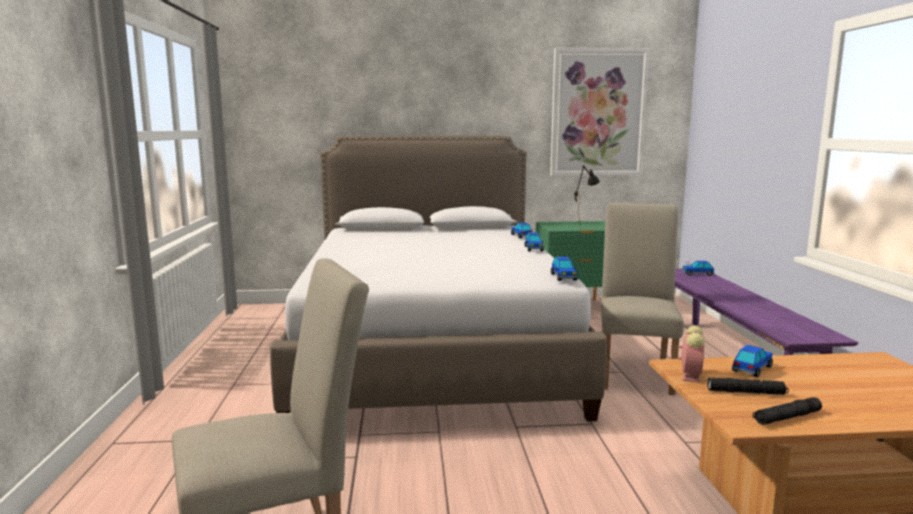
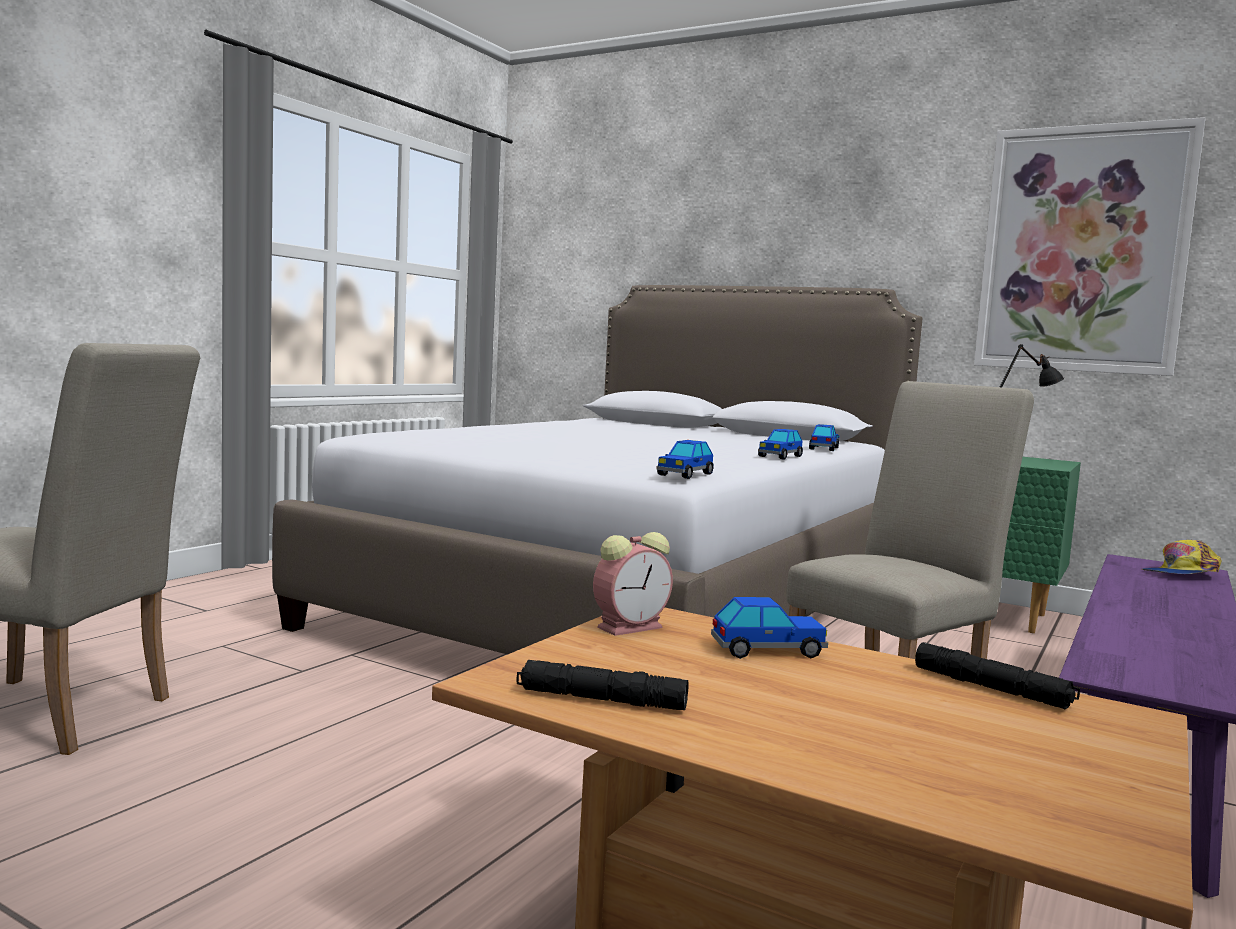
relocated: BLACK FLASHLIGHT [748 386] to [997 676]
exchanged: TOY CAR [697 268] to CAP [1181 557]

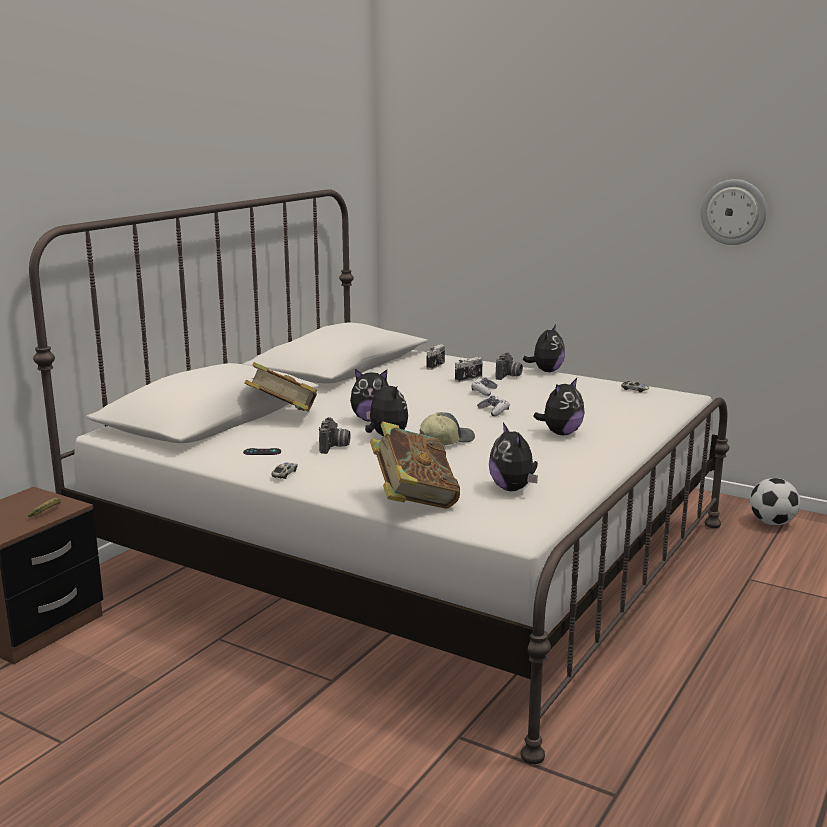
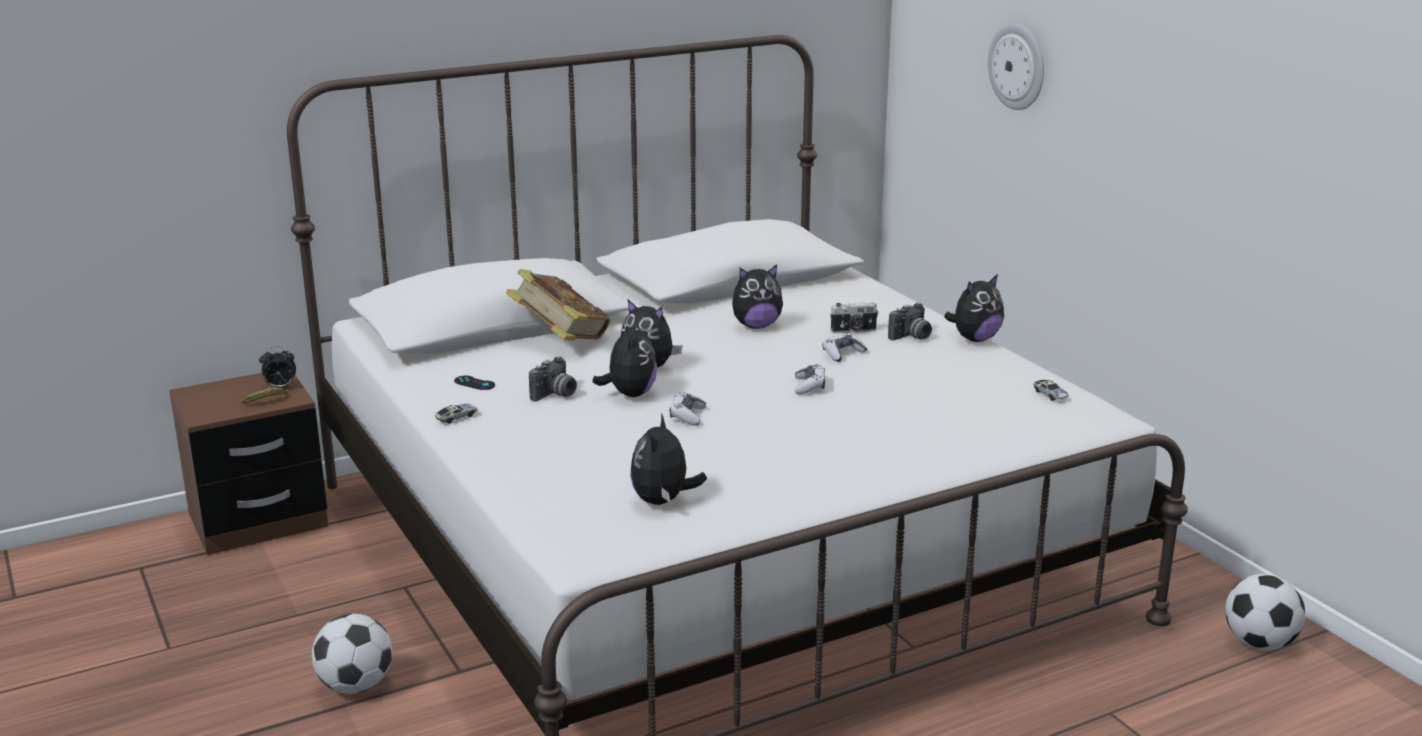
missing: BOOK [415 465]; PHOTO CAMERA [436 357]
appeared: ALARM CLOCK [277 367]; FOOTBALL [352 654]
relocated: PLUSH TOY [559 406] to [757 296]; WALL CLOCK [734 212] to [1016 67]
exchanged: CAP [447 429] to GAME CONTROLLER [687 409]

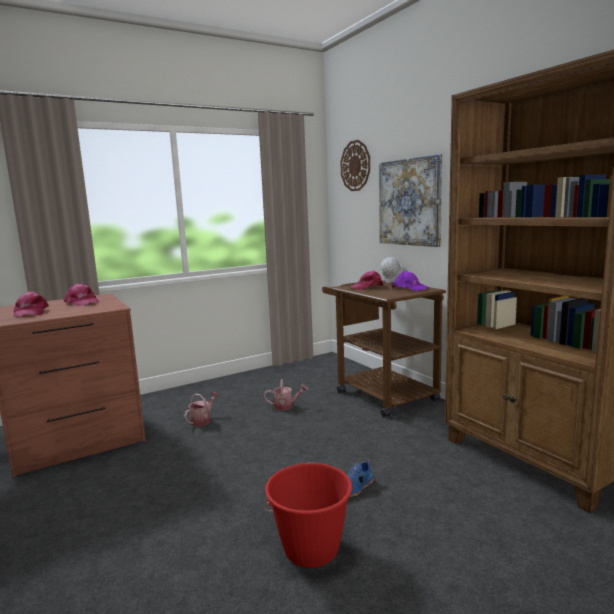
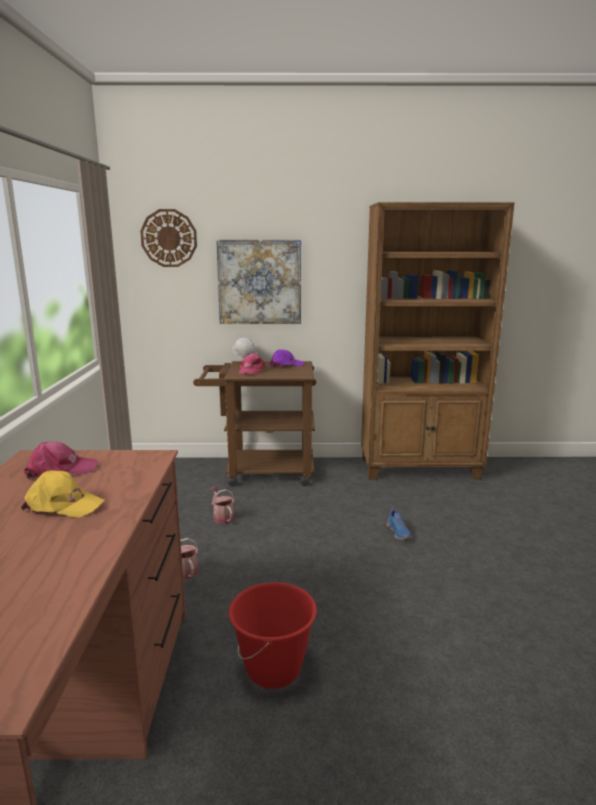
relocated: RED BUCKET [308 515] to [273 635]
colour: PINK CAP [31 304] to YELLOW CAP [62 494]
spun: WATERING CAN [286 395] = [222 505] 60 degrees counterclockwise

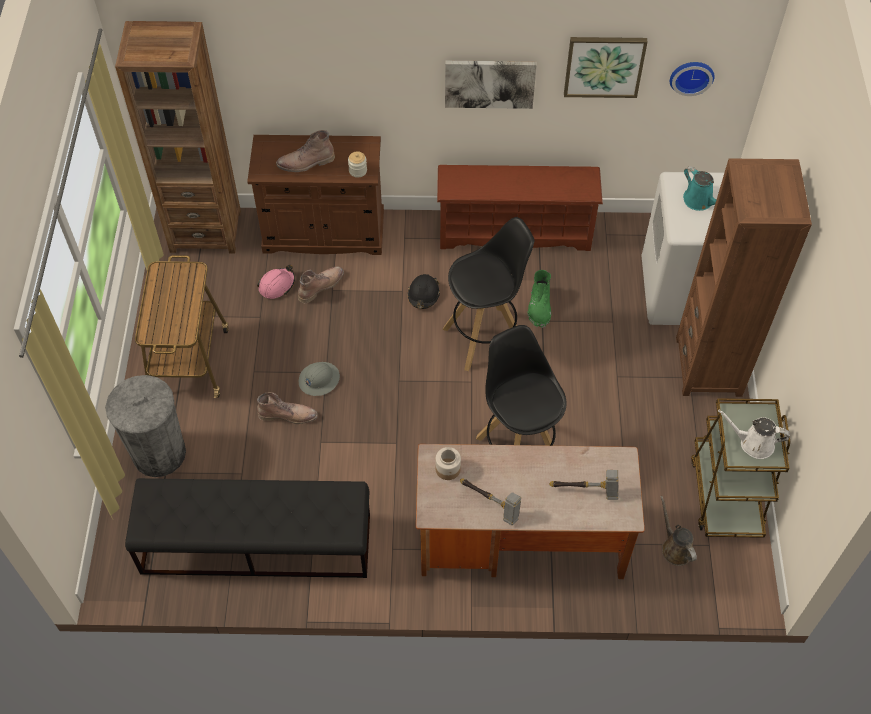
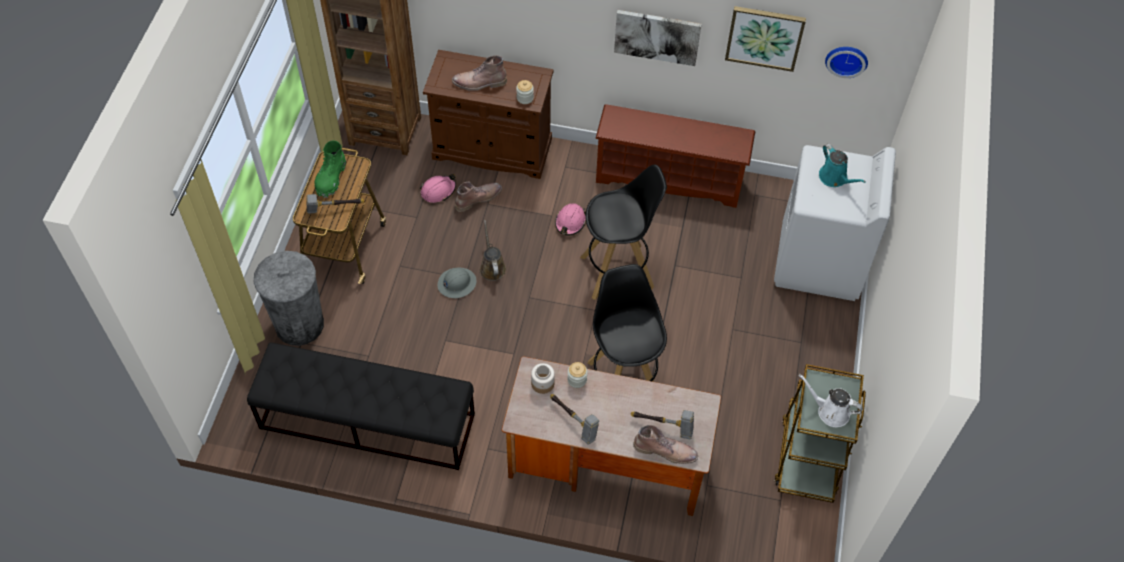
missing: BROWN BOOKCASE [744 277]
appeared: HAMMER [335 204]; JAR [577 375]
relocated: GREEN BOOT [539 299] to [330 169]; BROWN WATERING CAN [678 531] to [493 250]; BROWN BOOT [287 408] to [665 444]
colour: BLACK HARD HAT [424 291] to PINK HARD HAT [570 219]

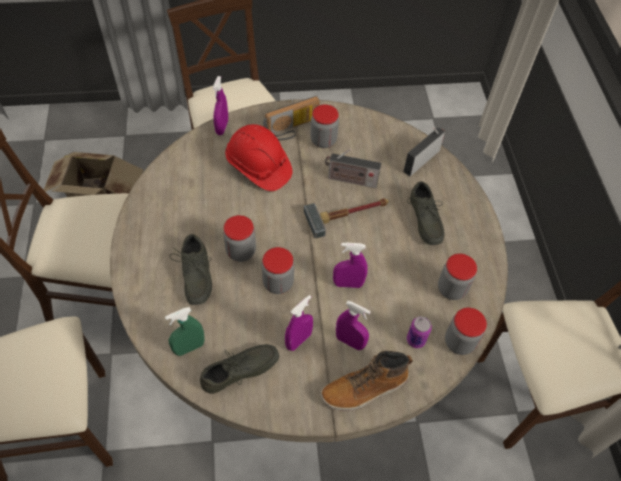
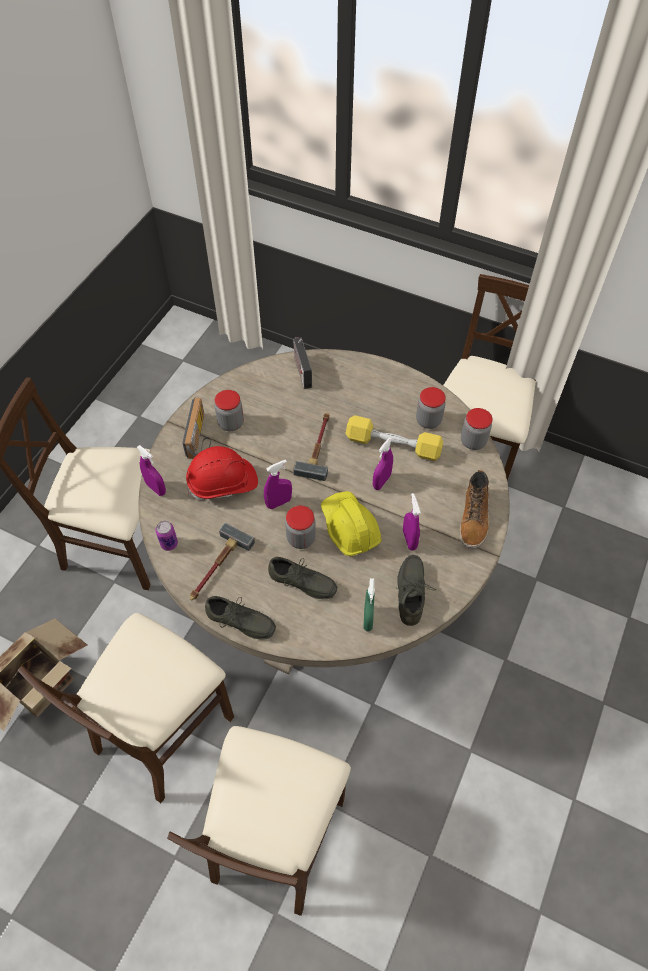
missing: RADIO [353 168]
appeared: HAMMER [222 561]; YELLOW DUMBBELL [394 438]
relocated: CAN [419 332] to [166 536]; GREY SHOE [425 213] to [240 617]; PURPLE SPRAY BOTTLE [353 325] to [278 484]
exchanged: JAR [278 270] to YELLOW HARD HAT [351 523]

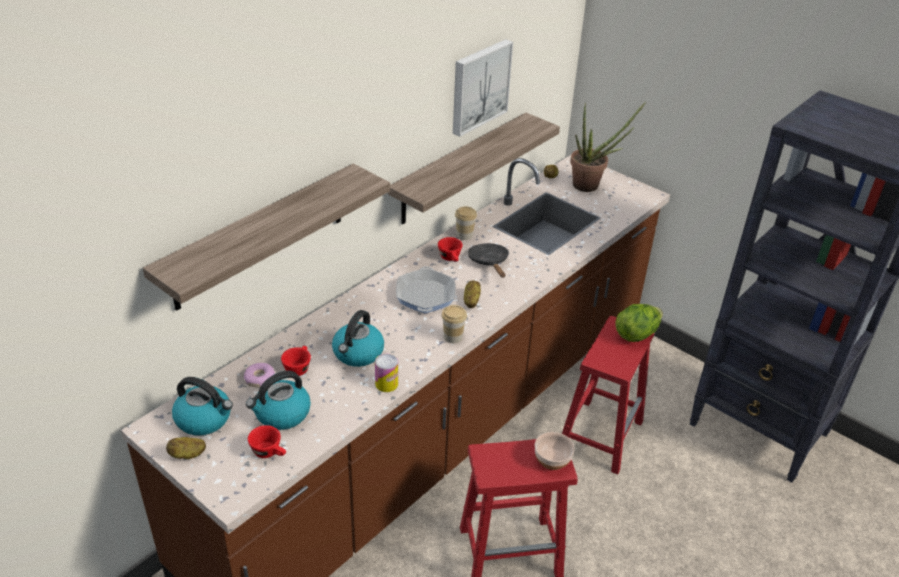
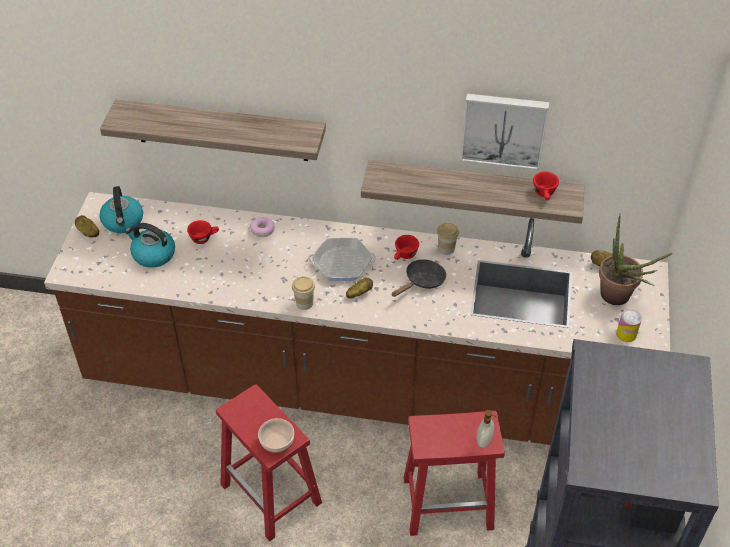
missing: KETTLE [358 338]
relocated: DONUT [259 375] to [262 227]; RED CUP [267 441] to [546 185]; CAN [386 373] to [629 325]
exchanged: LETTUCE [639 323] to SOAP DISPENSER [487 429]
spun: FRYING PAN [426 289] = [342 259] 150 degrees counterclockwise

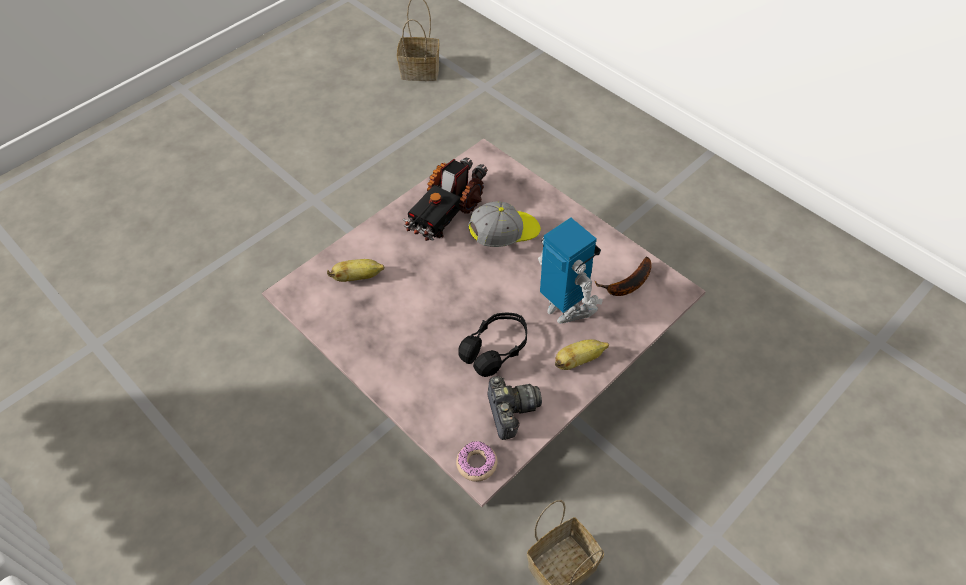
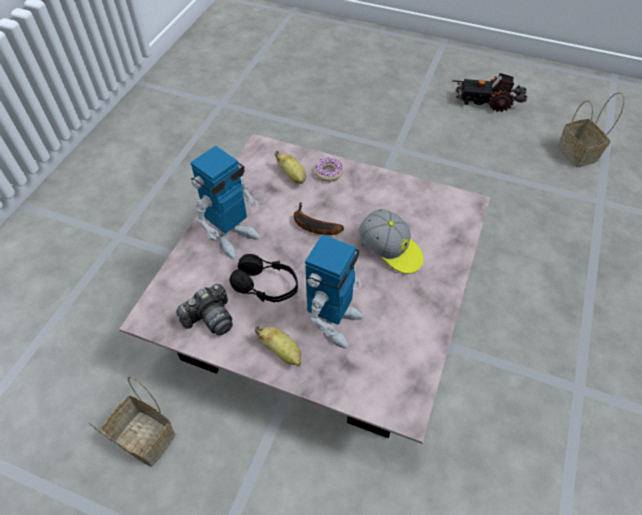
appeared: TOY ROBOT [225 202]
relocated: BANANA [623 276] to [319 218]; DONUT [476 461] to [328 170]; TOY TRUCK [445 199] to [490 92]

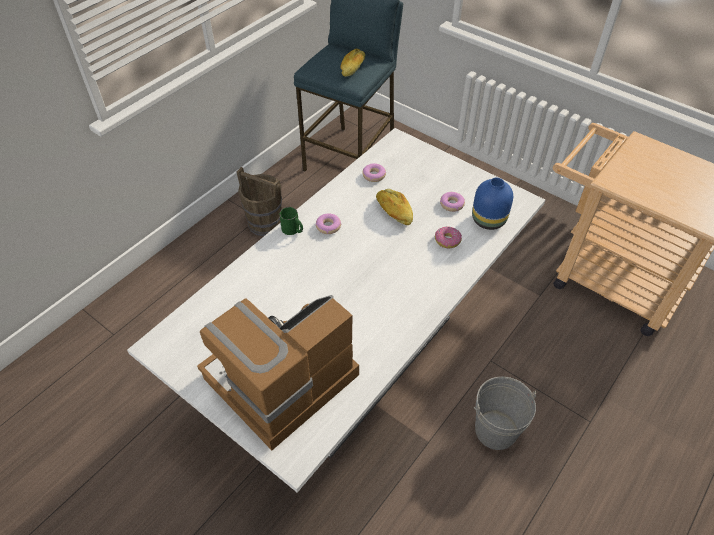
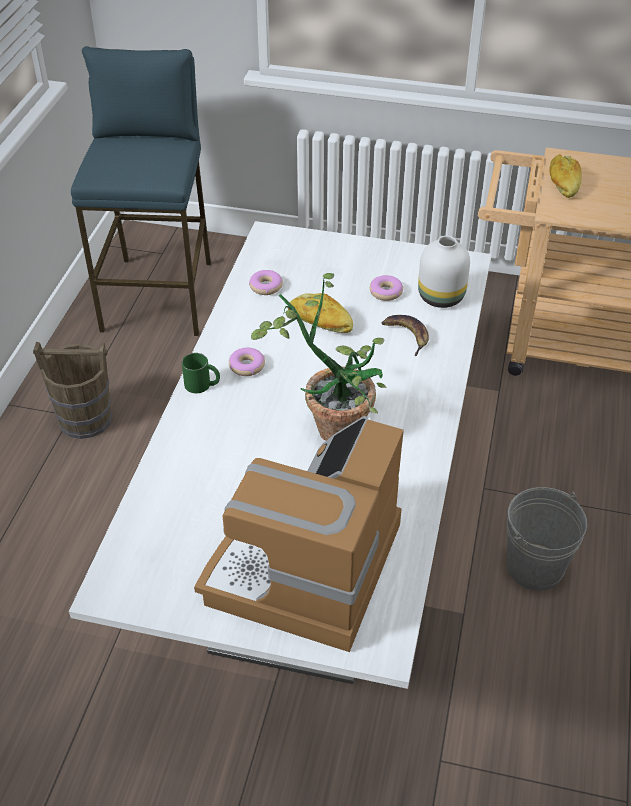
appeared: POTTED PLANT [319 357]
relocated: BREAD [352 63] to [565 176]
exchanged: DONUT [448 237] to BANANA [405 335]
colour: BLUE VASE [492 204] to WHITE VASE [444 272]

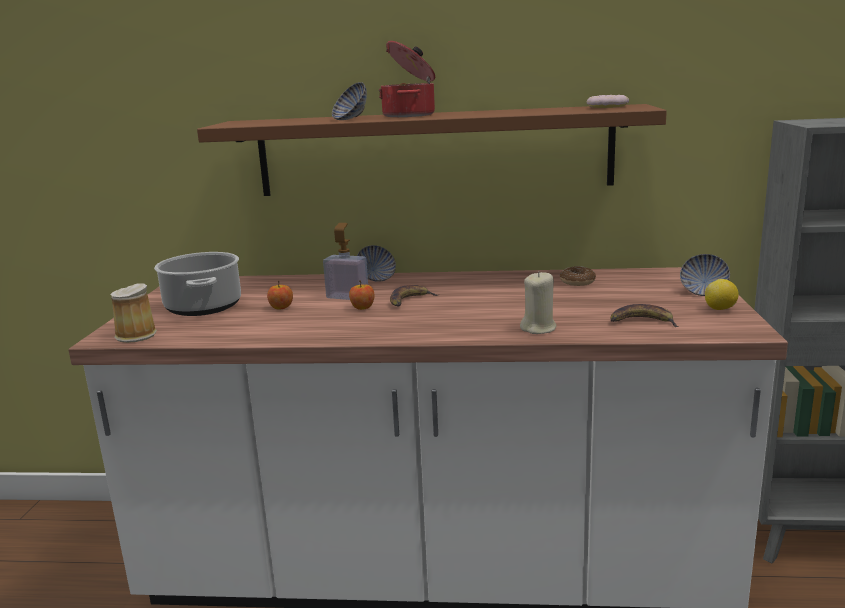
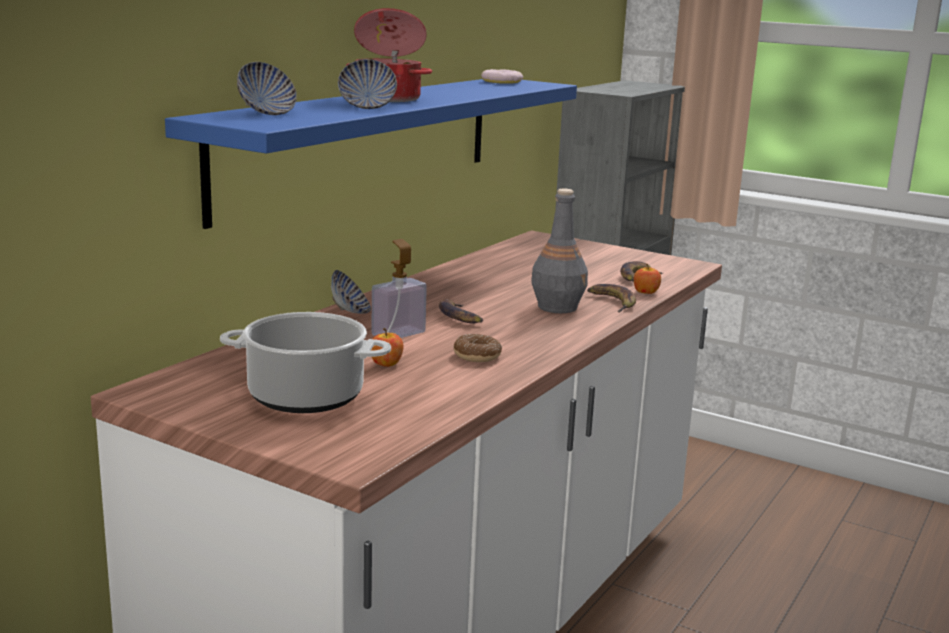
missing: MUG [133 313]; LEMON [722 294]
appeared: GREY BOTTLE [559 251]
relocated: BOWL [705 275] to [267 88]; DONUT [577 276] to [478 348]; APPLE [361 295] to [647 279]
exchanged: BEIGE CANDLE [538 302] to BANANA [611 298]
colour: BROWN SHELF [432 150] to BLUE SHELF [371 154]

